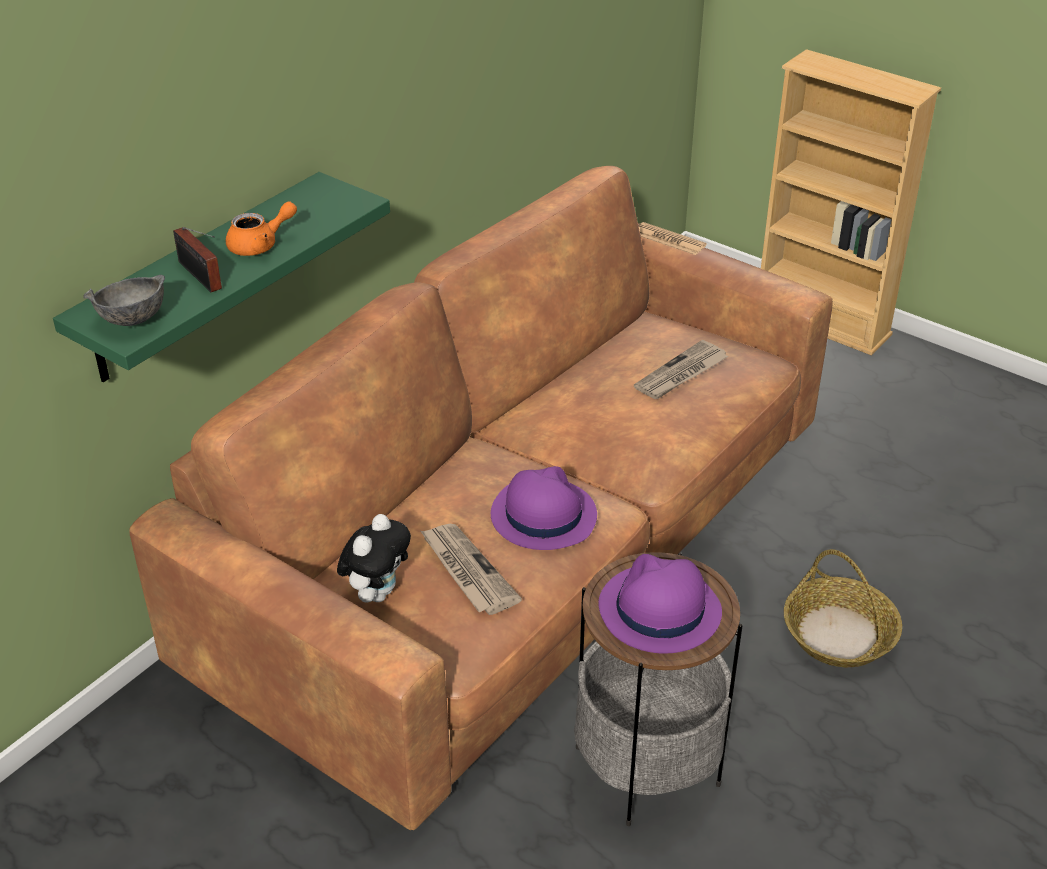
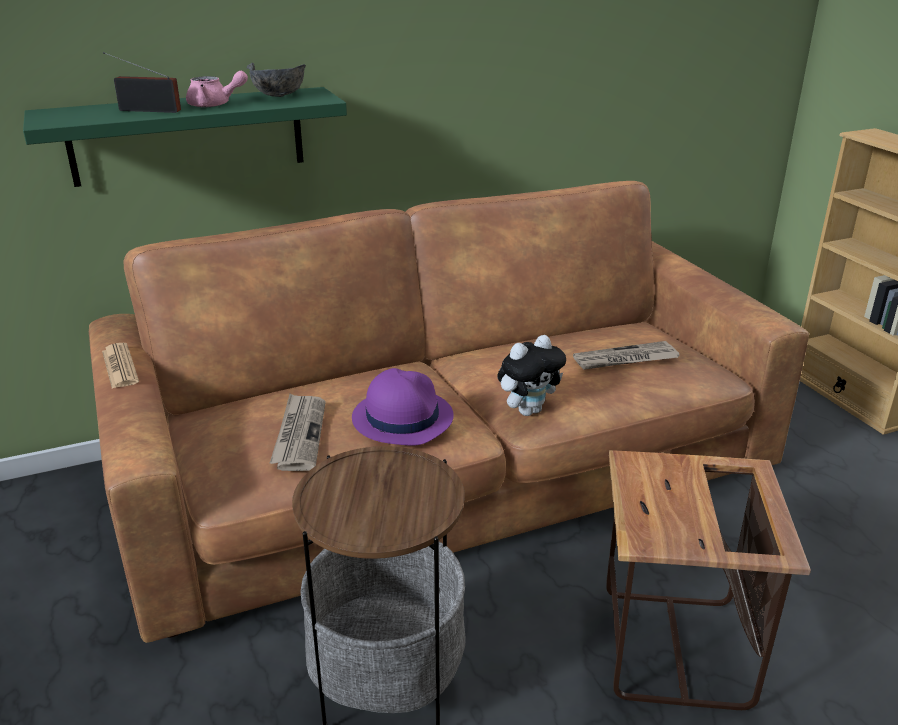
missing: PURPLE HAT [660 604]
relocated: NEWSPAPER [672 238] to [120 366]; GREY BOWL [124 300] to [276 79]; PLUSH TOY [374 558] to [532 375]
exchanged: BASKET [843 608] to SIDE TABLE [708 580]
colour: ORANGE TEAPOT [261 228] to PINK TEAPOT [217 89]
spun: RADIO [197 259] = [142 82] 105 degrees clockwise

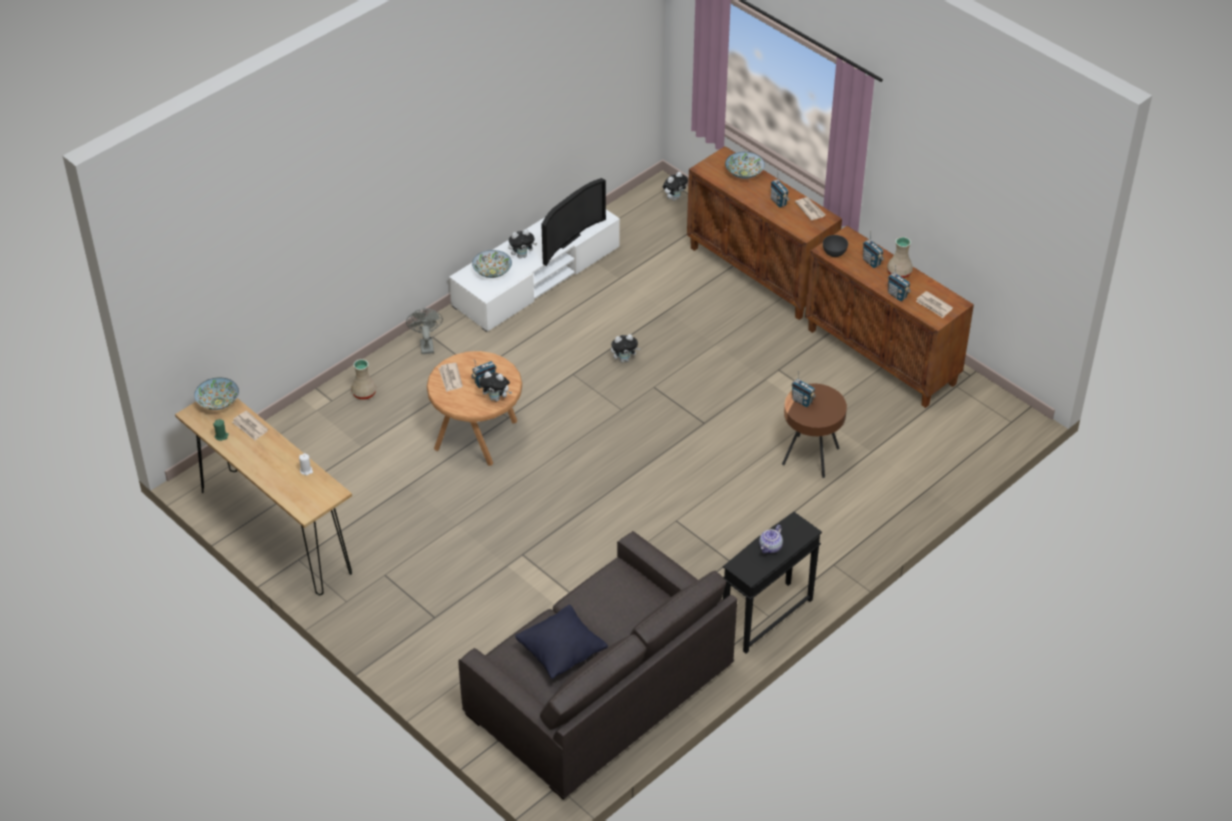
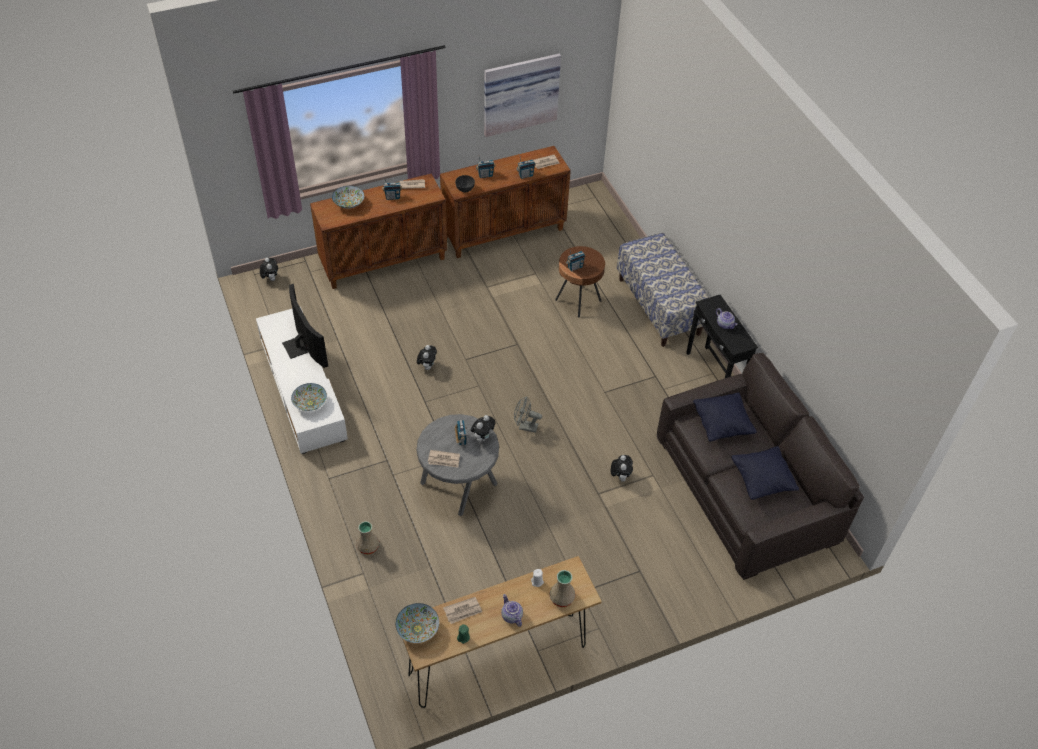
appeared: PICTURE [522 95]; TEAPOT [512 610]; BENCH [663 290]; BLACK PILLOW [725 417]
relocated: GREY FAN [424 331] to [528 415]; BEIGE VASE [900 257] to [562 588]; PLUSH TOY [522 244] to [622 468]
colour: BROWN SIDE TABLE [474 408] to GREY SIDE TABLE [458 465]

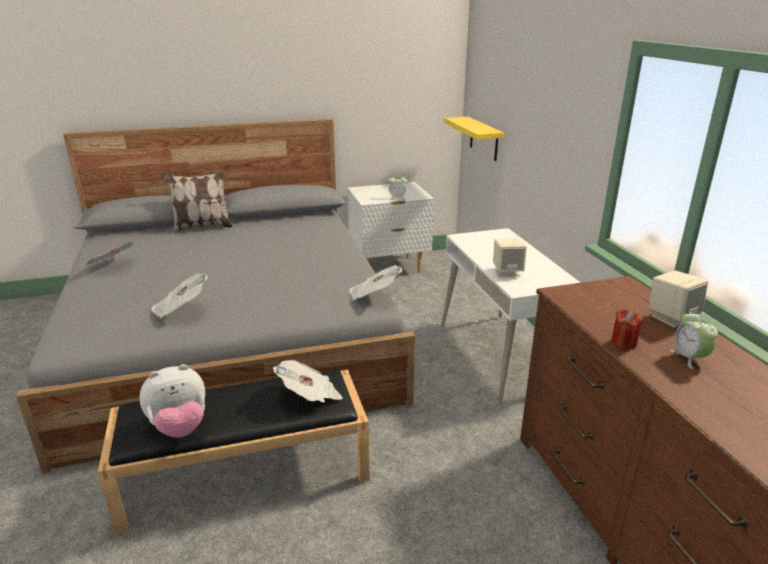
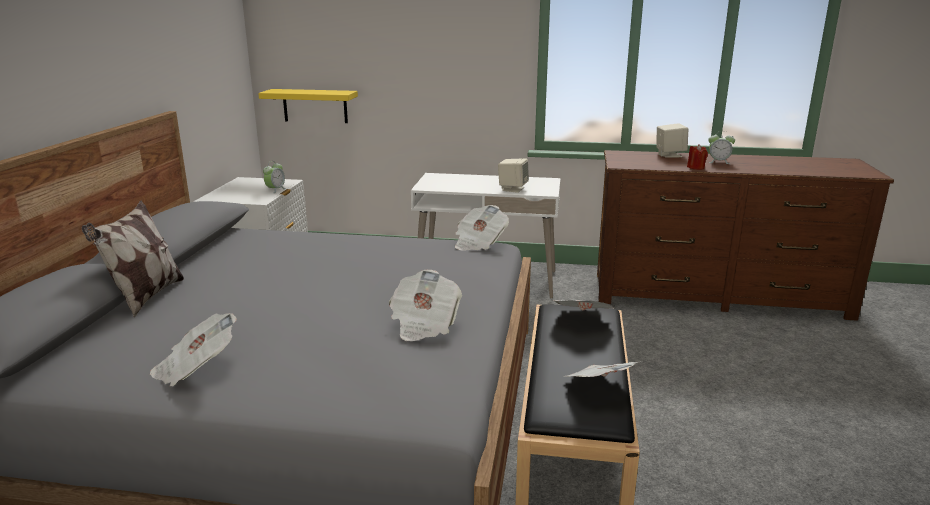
exchanged: PLUSH TOY [172 401] to NEWSPAPER [605 369]

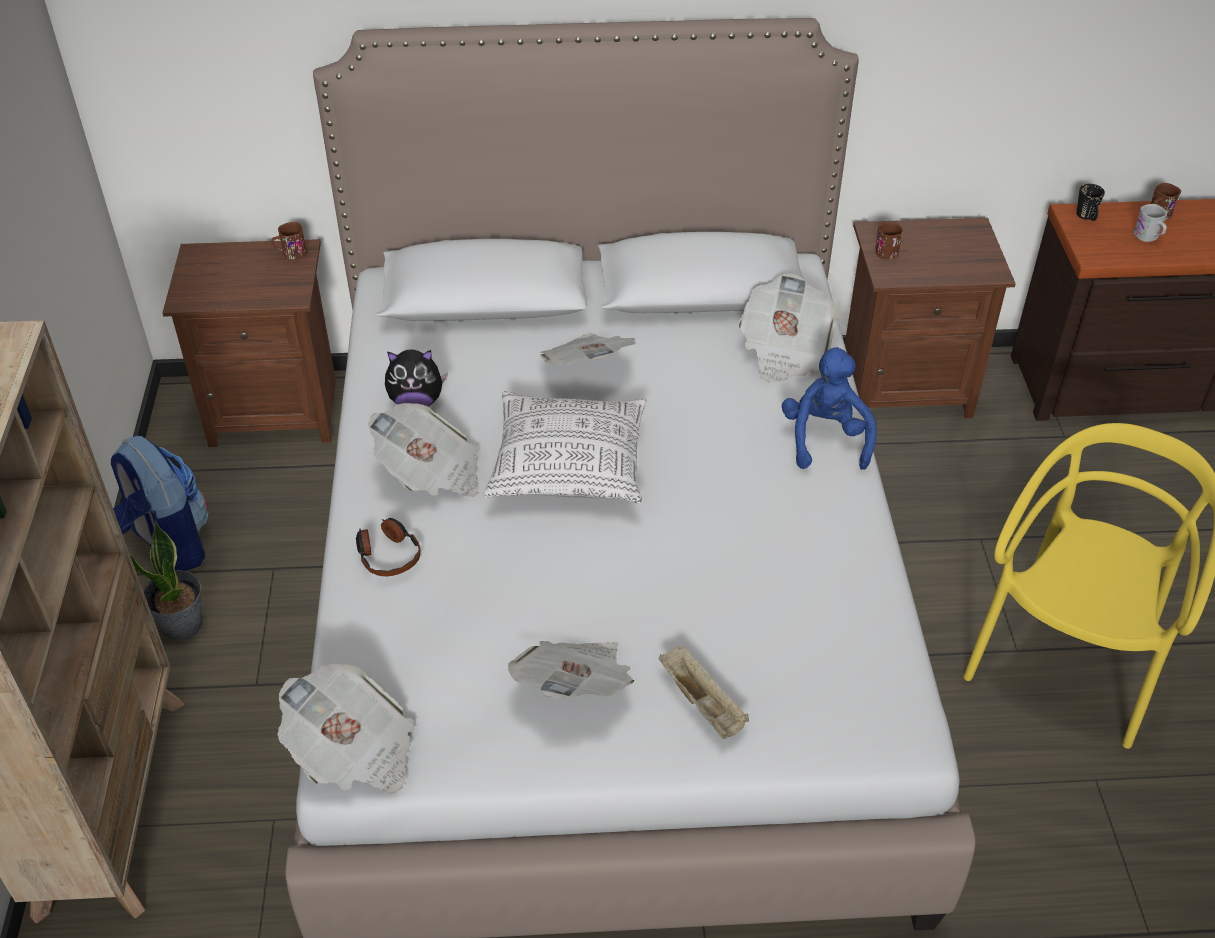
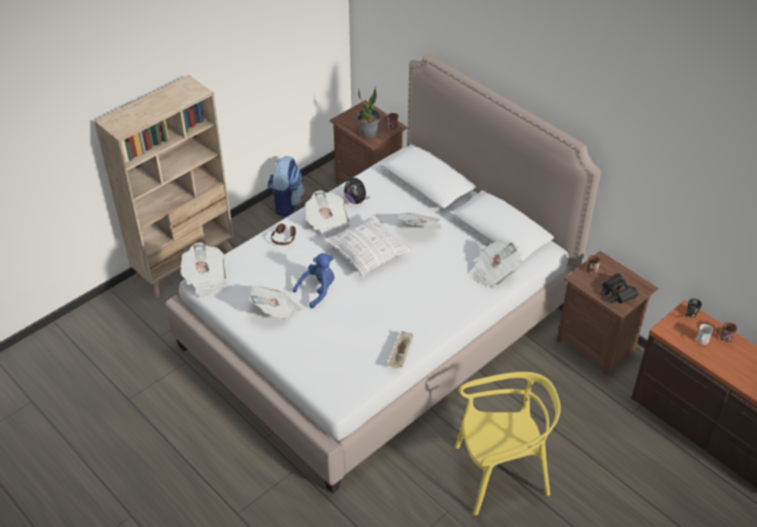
appeared: BLACK BINOCULARS [619 288]
relocated: BLUE PLUSH TOY [829 409] to [314 280]; POTTED PLANT [166 581] to [369 112]; BEIGE TRAY [703 692] to [400 349]

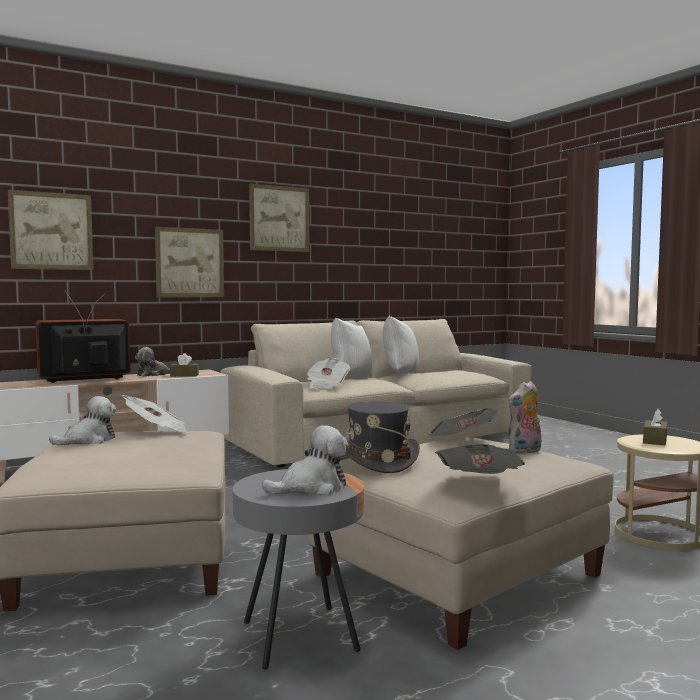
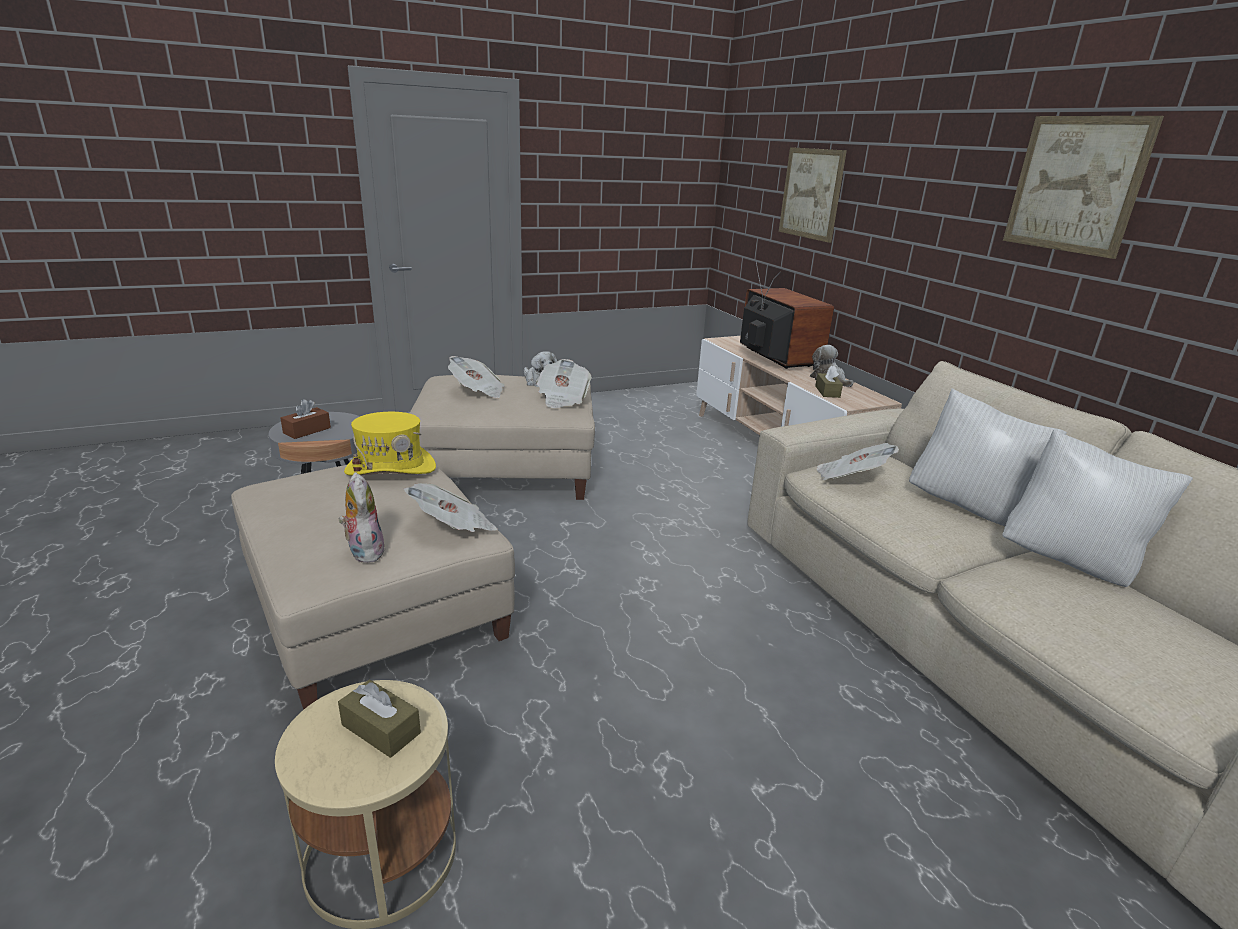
missing: PICTURE [189 262]
relocated: NEWSPAPER [480 459] to [476 377]
exchanged: PLUSH TOY [305 460] to BROWN TISSUE BOX [305 419]
colour: GREY HAT [382 437] to YELLOW HAT [390 443]

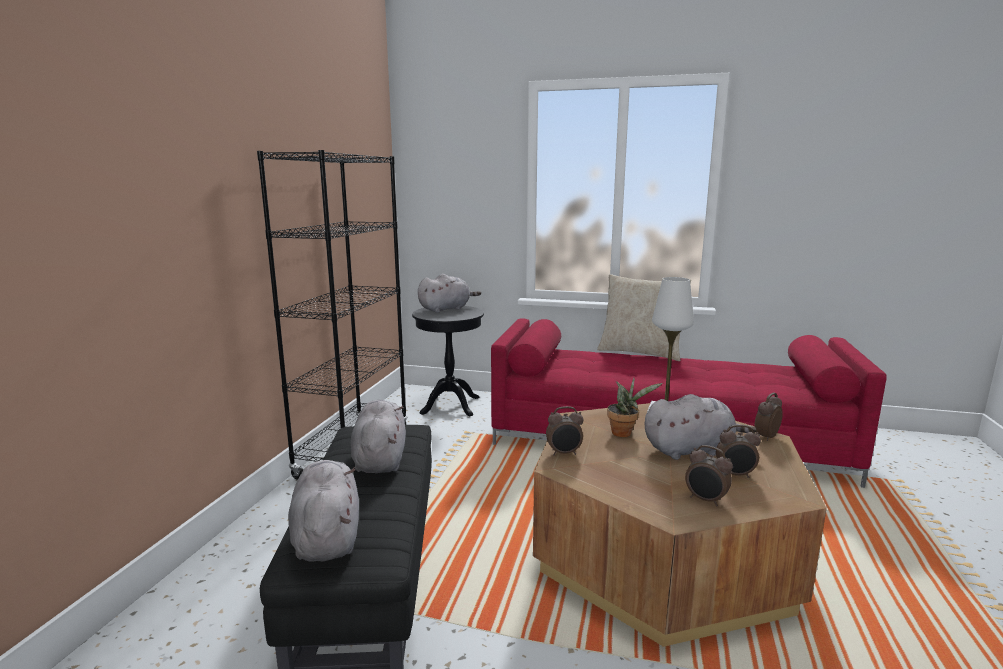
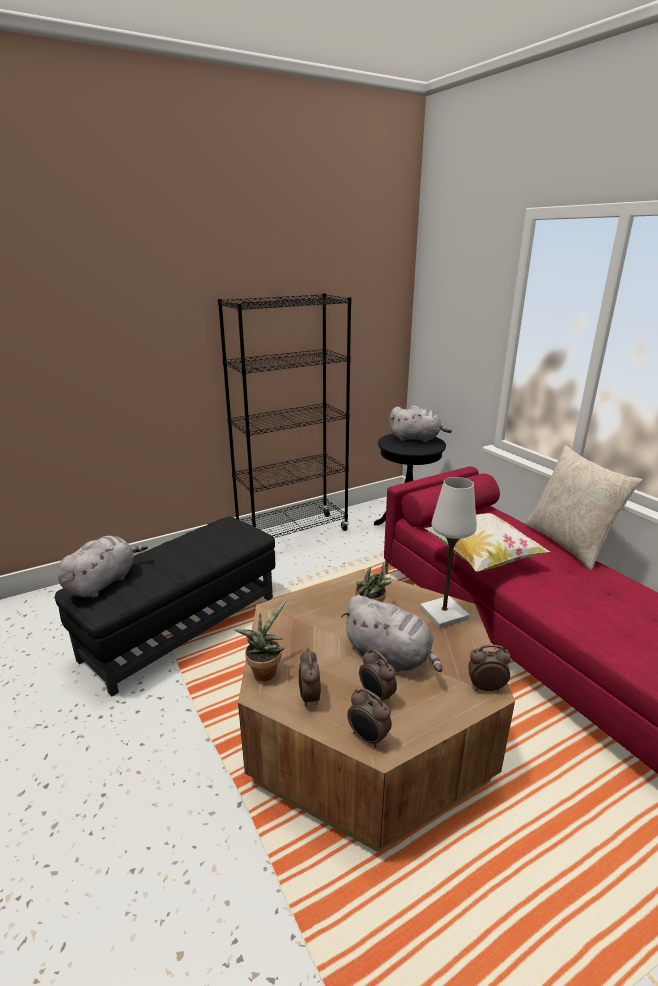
missing: GREY PLUSH TOY [378 436]
appeared: POTTED PLANT [260 640]; PILLOW [487 542]
relocated: ALARM CLOCK [565 431] to [369 718]

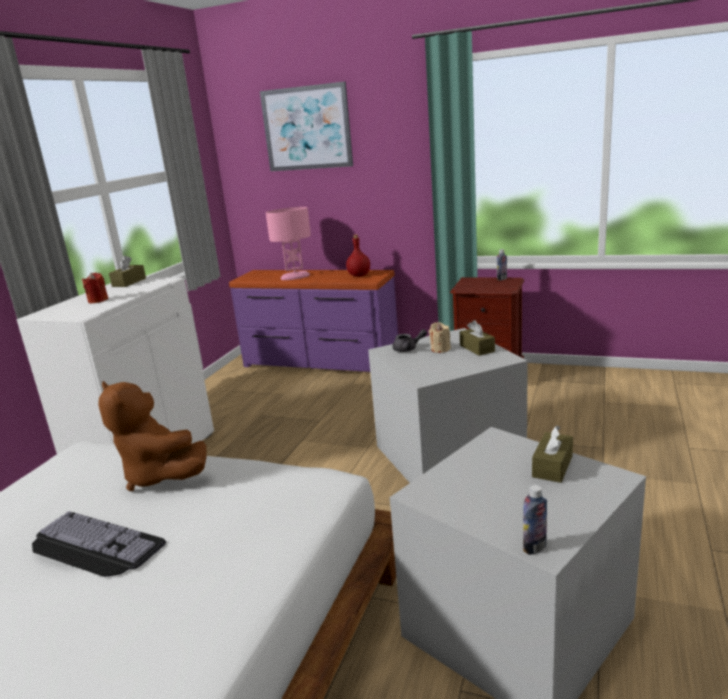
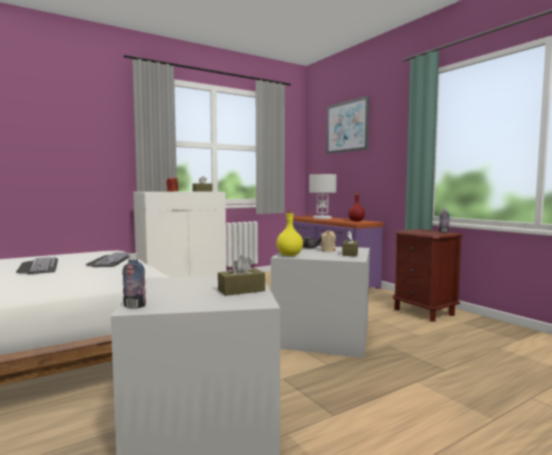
appeared: YELLOW BOTTLE [290 233]
exchanged: BROWN PLUSH TOY [153 436] to KEYBOARD [108 259]
colour: PINK TABLE LAMP [288 243] to WHITE TABLE LAMP [323 196]

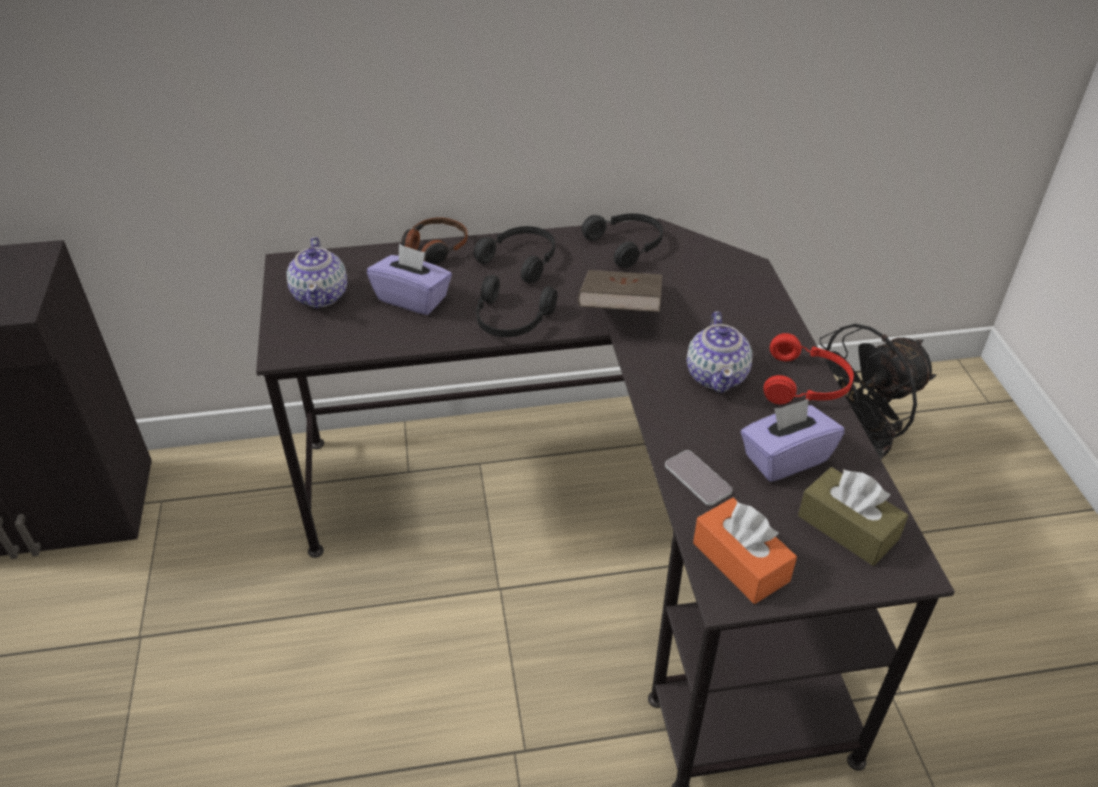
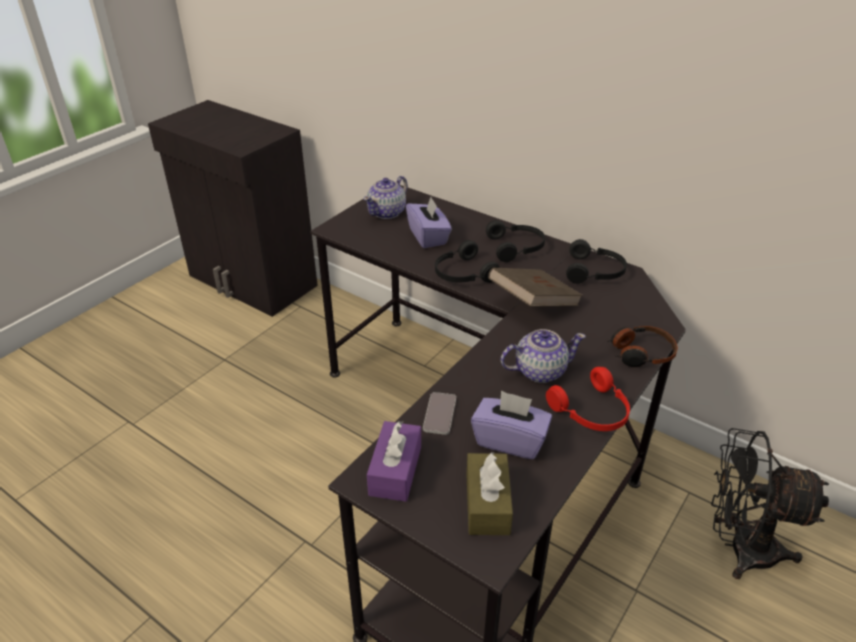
relocated: HEADPHONES [434 241] to [642 346]
colour: ORANGE TISSUE BOX [745 551] to PURPLE TISSUE BOX [394 461]
spun: TEAPOT [720 352] = [543 356] 150 degrees counterclockwise

